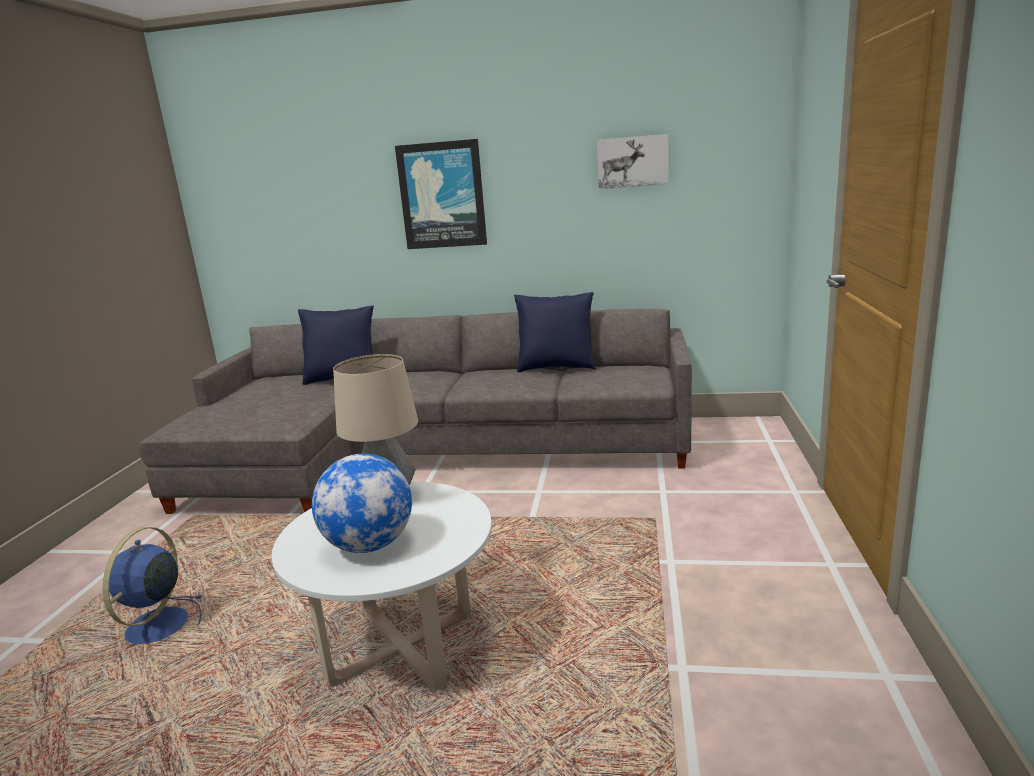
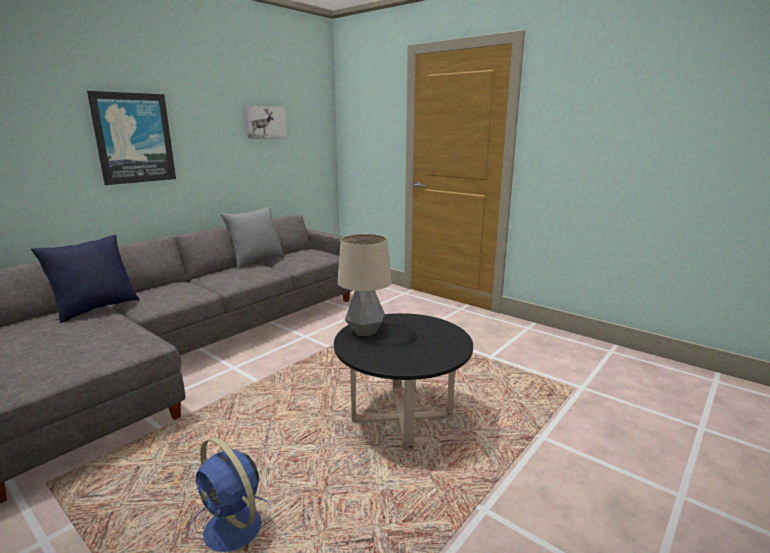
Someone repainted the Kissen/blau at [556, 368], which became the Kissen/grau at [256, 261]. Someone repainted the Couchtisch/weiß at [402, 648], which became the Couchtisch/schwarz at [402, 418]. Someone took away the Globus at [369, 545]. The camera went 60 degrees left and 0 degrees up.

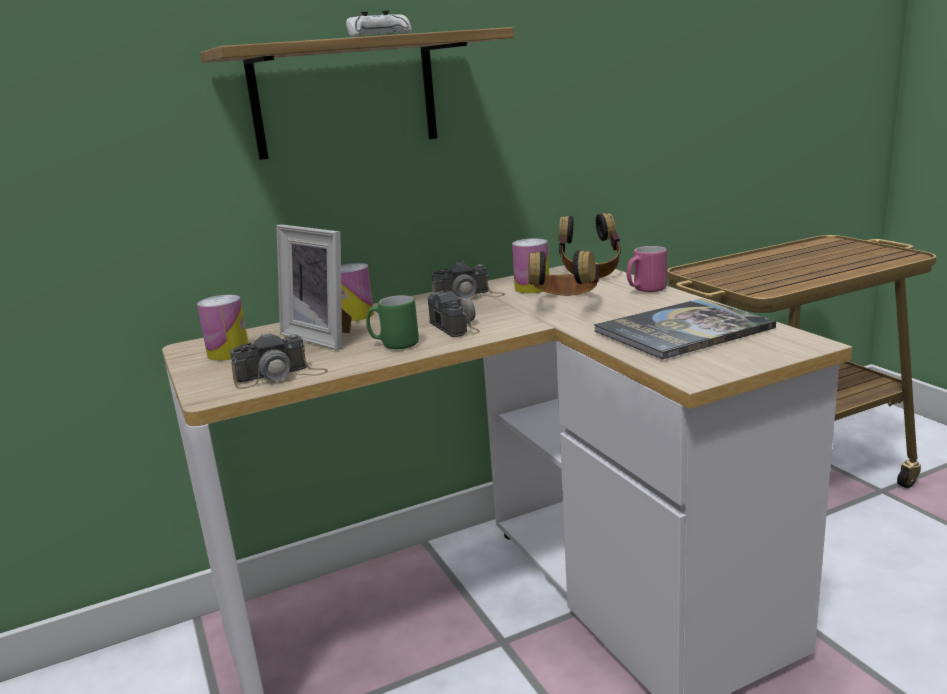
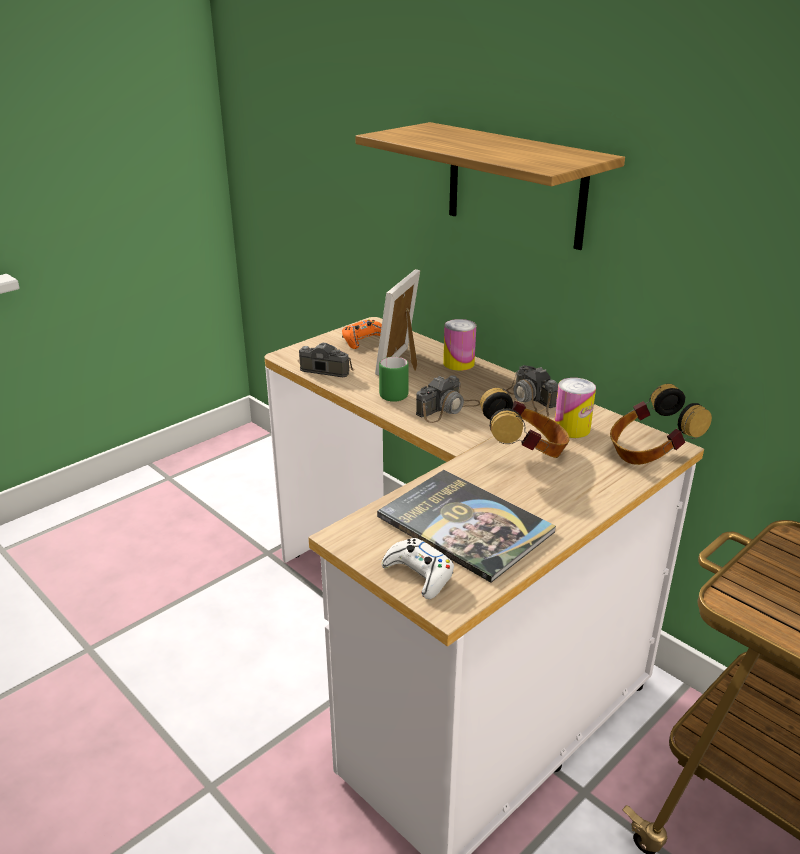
Someone rotated the Kamera at [280, 376] by 150 degrees clockwise. Someone swapped the Dose at [228, 353] for the Gamepad/orange at [363, 340]. Someone carried the Gamepad/weiß from [377, 37] to [419, 574]. Someone took away the Henkelbecher/rosa at [645, 290]. The camera went 70 degrees right and 10 degrees up.

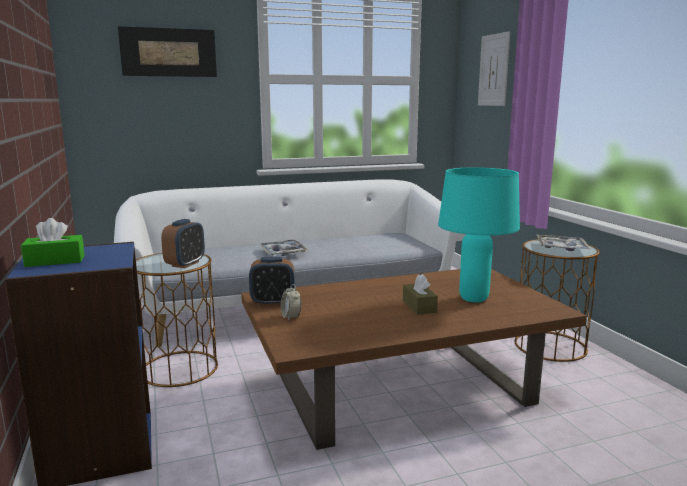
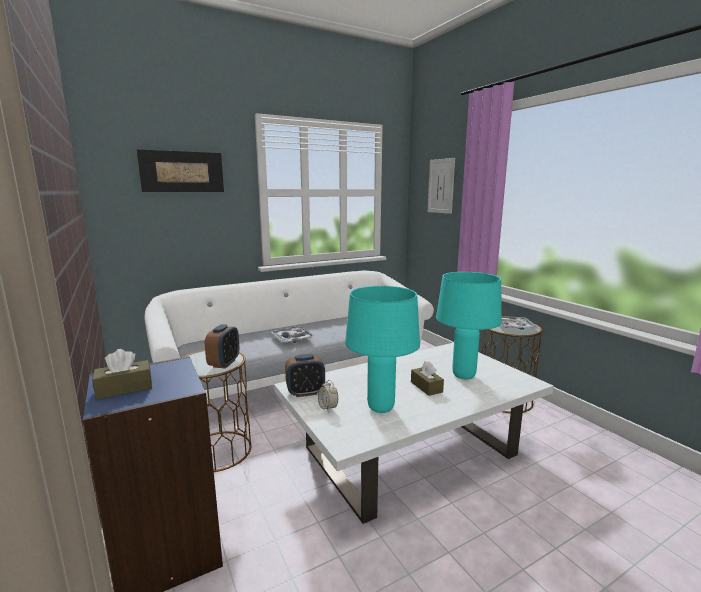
Someone repainted the Taschentuchbox/grün at [55, 261], which became the Taschentuchbox/braun at [124, 388]. Someone repainted the Couchtisch/braun at [403, 387], which became the Couchtisch/weiß at [410, 449]. Someone put down the Tischlampe/türkis at [380, 408]. The camera went 10 degrees left and 0 degrees up.

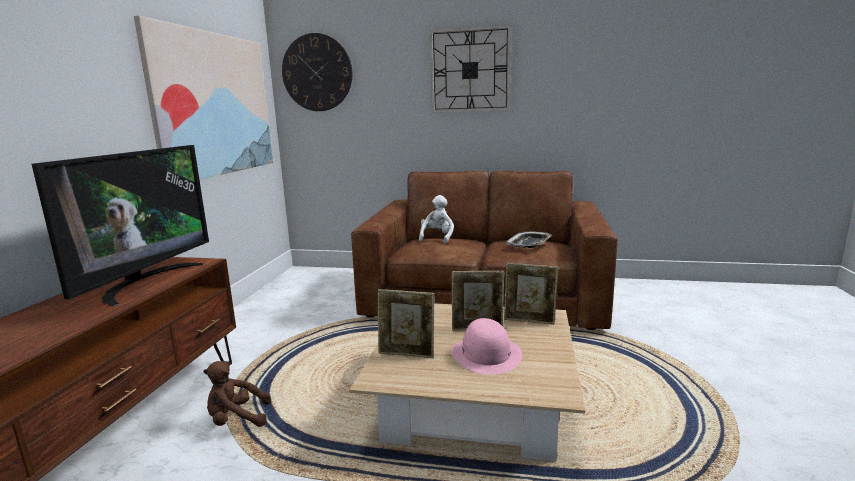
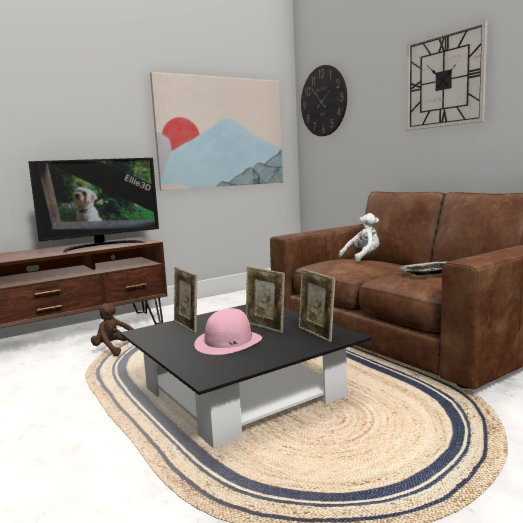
Someone repainted the Couchtisch/beige at [475, 400], which became the Couchtisch/schwarz at [244, 393]. The camera went 45 degrees right and 5 degrees down.

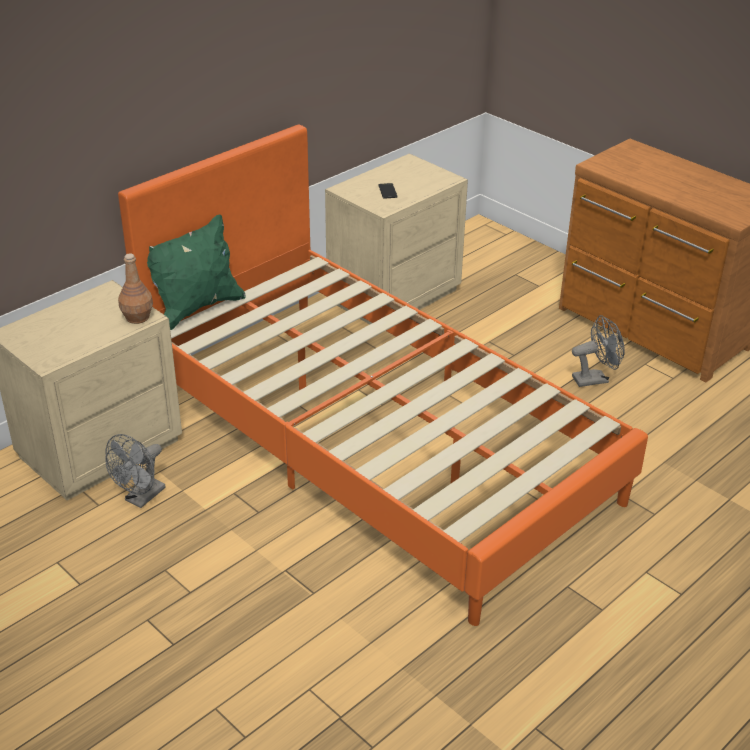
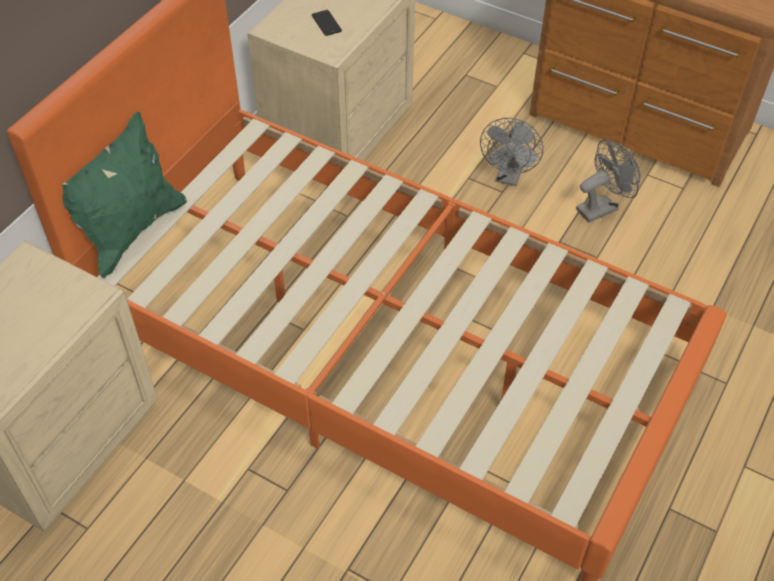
Someone carried the Ventilator/grau from [141, 498] to [509, 177]. Someone took away the Flasche/braun at [137, 317]. The camera went 15 degrees left and 15 degrees up.

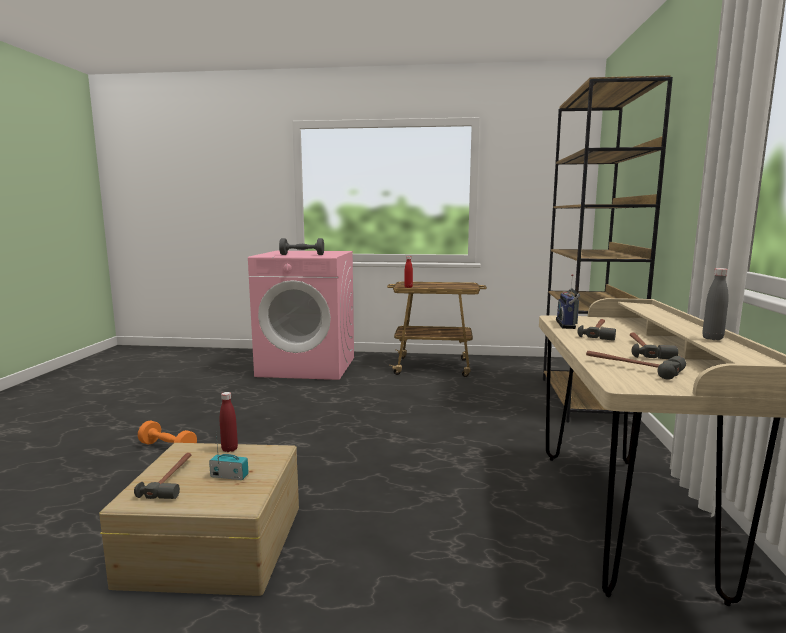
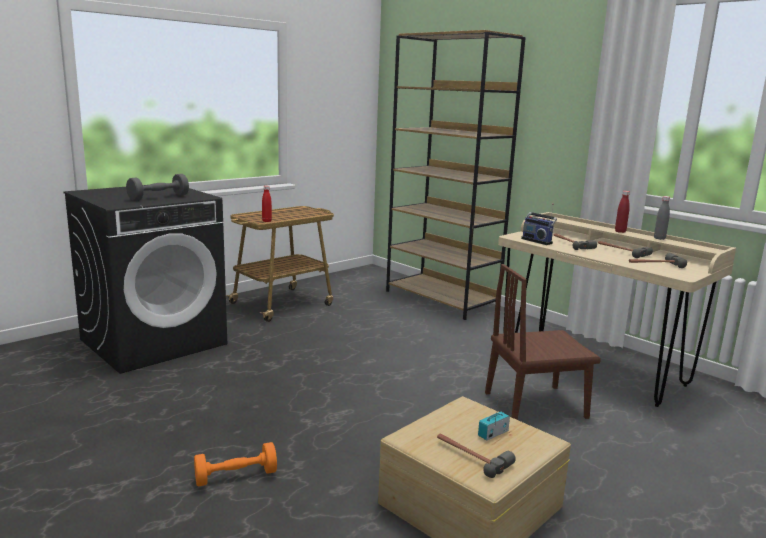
Someone repainted the Waschmaschine/rosa at [308, 366], which became the Waschmaschine/schwarz at [154, 341]. Someone put down the Stuhl/braun at [535, 405]. Someone carried the Flasche/rot from [229, 449] to [620, 231]. The camera went 50 degrees left and 5 degrees up.

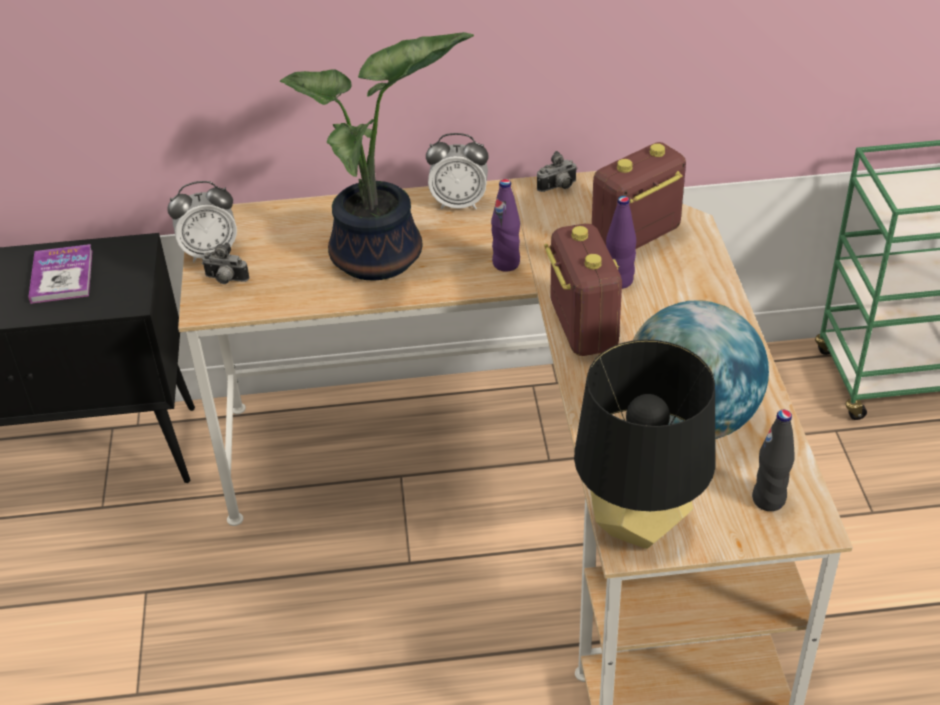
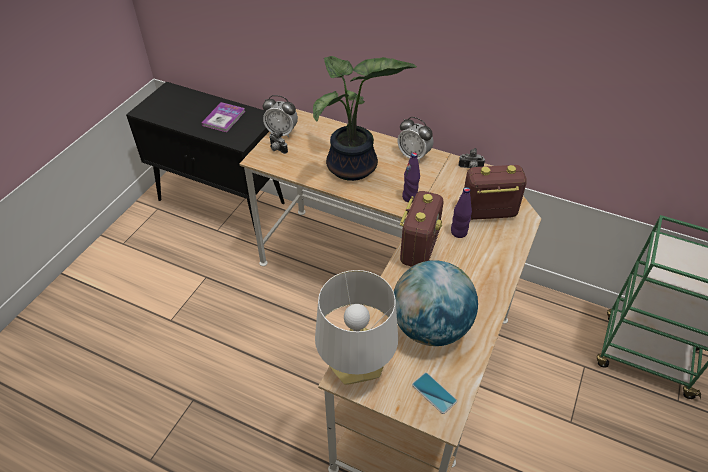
Someone repainted the Tischlampe/schwarz at [639, 525], which became the Tischlampe/weiß at [356, 369]. Someone swapped the Flasche/schwarz at [768, 499] for the Handy at [434, 393]. The camera went 30 degrees right and 5 degrees up.

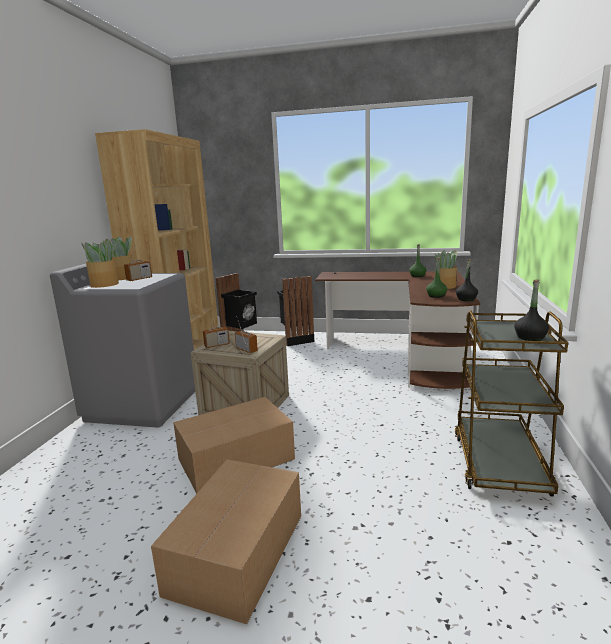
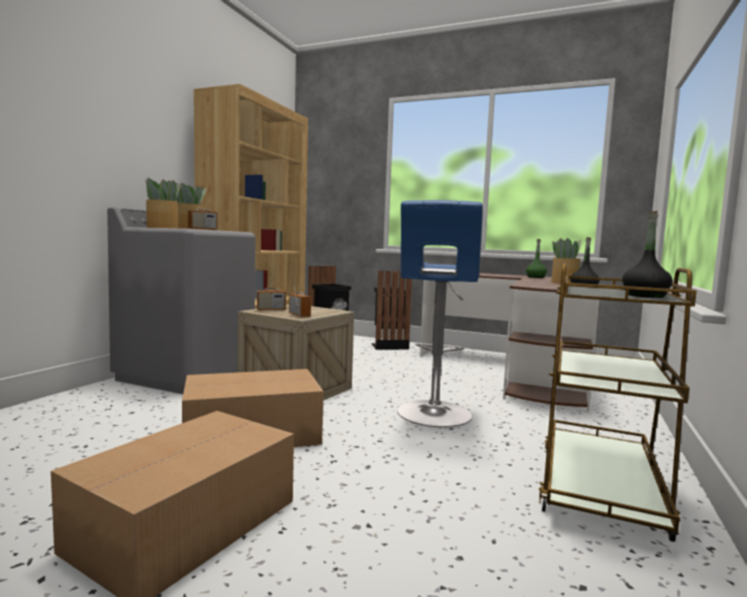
Someone put down the Hocker/blau at [433, 415]. Someone took away the Flasche/grün at [436, 296]. The camera went 10 degrees right and 10 degrees down.

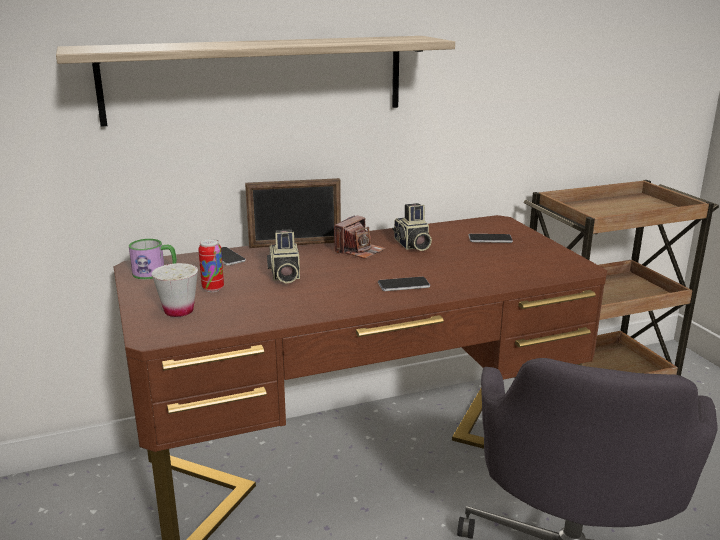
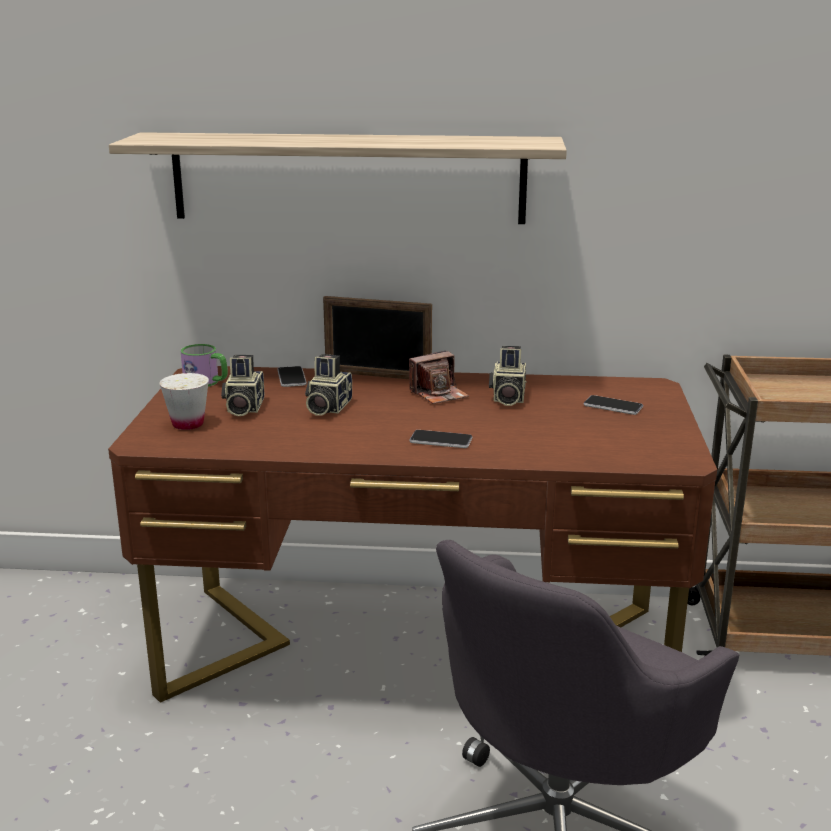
Someone swapped the Dose at [213, 288] for the Kamera at [243, 408]. The camera went 25 degrees right and 0 degrees up.

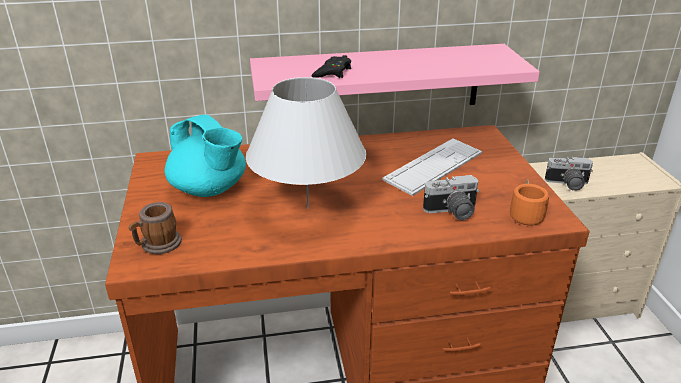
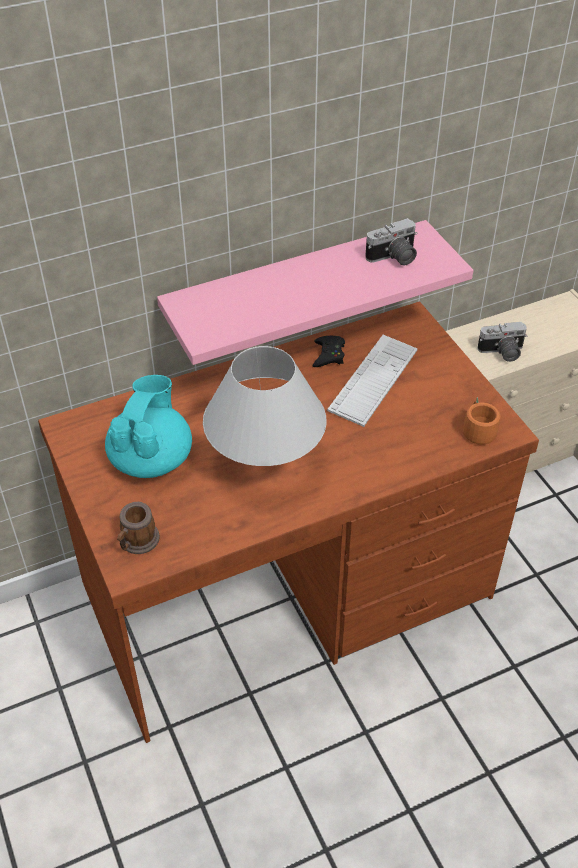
Someone rotated the Teekanne/türkis at [209, 189] by 105 degrees counterclockwise. Someone carried the Gamepad/schwarz from [332, 72] to [328, 355]. Someone carried the Kamera from [452, 212] to [394, 258]. The camera went 15 degrees left and 15 degrees up.

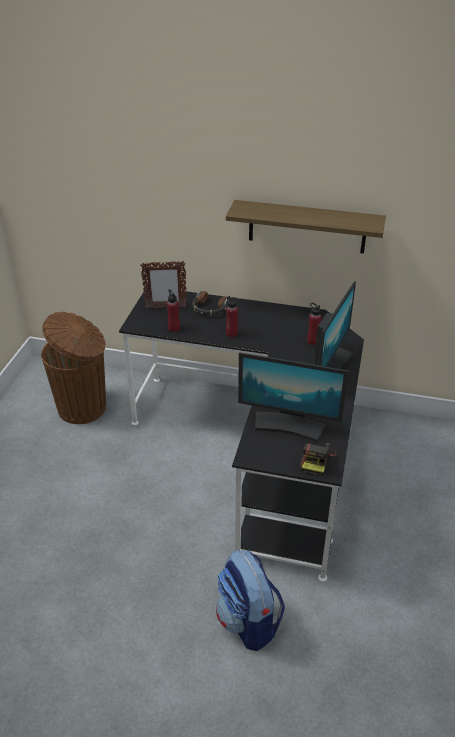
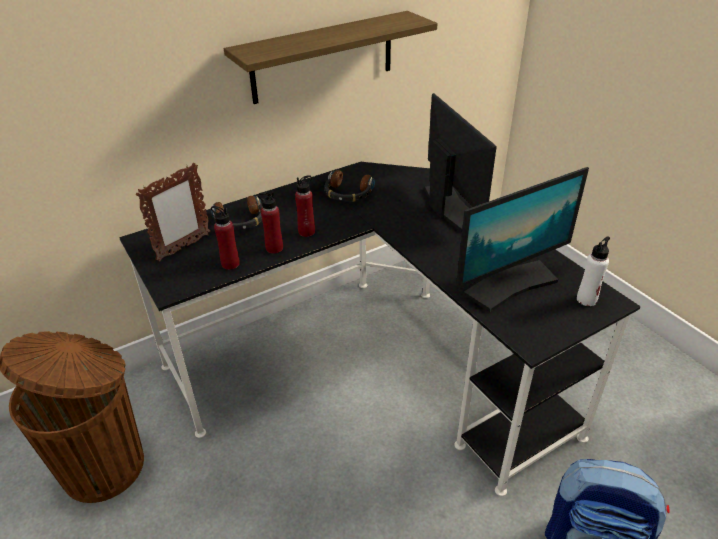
Someone carried the Flasche/rot from [312, 341] to [274, 248]. Someone put down the Kopfhörer at [348, 193]. Someone swapped the Kamera at [316, 460] for the Flasche/weiß at [586, 299]. The camera went 45 degrees left and 0 degrees up.

